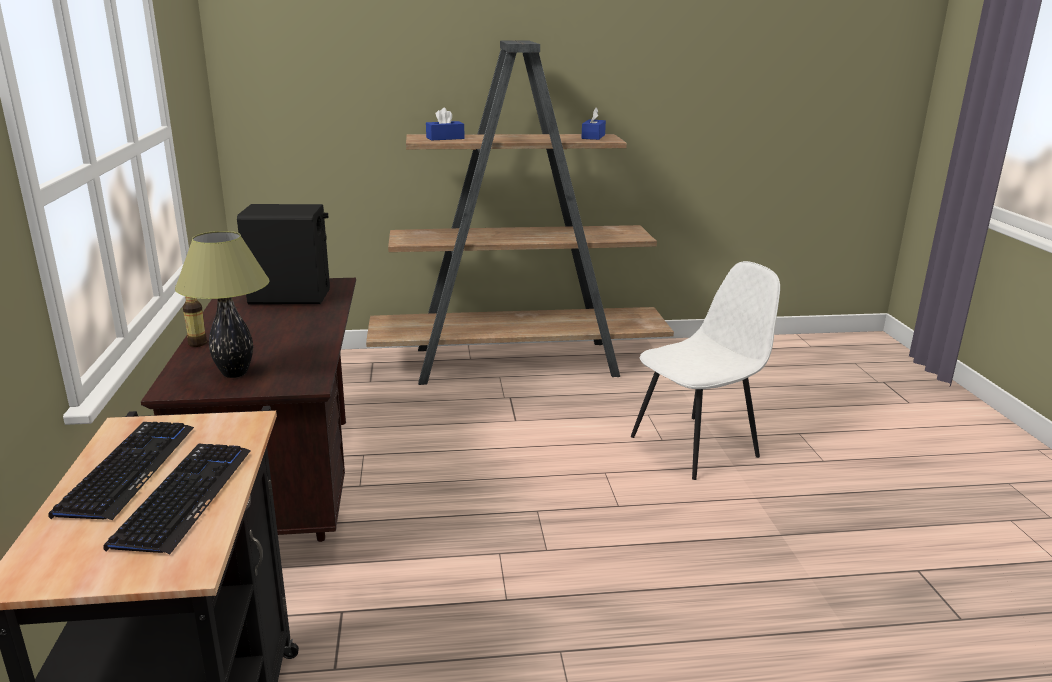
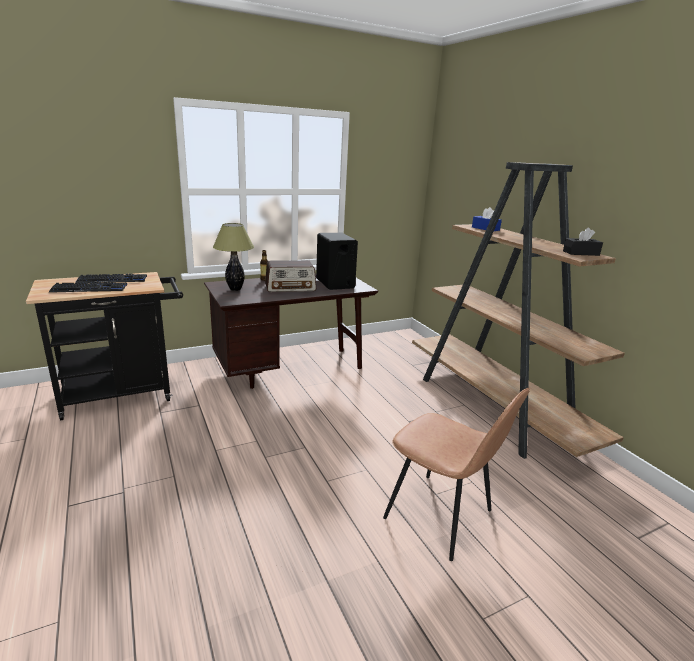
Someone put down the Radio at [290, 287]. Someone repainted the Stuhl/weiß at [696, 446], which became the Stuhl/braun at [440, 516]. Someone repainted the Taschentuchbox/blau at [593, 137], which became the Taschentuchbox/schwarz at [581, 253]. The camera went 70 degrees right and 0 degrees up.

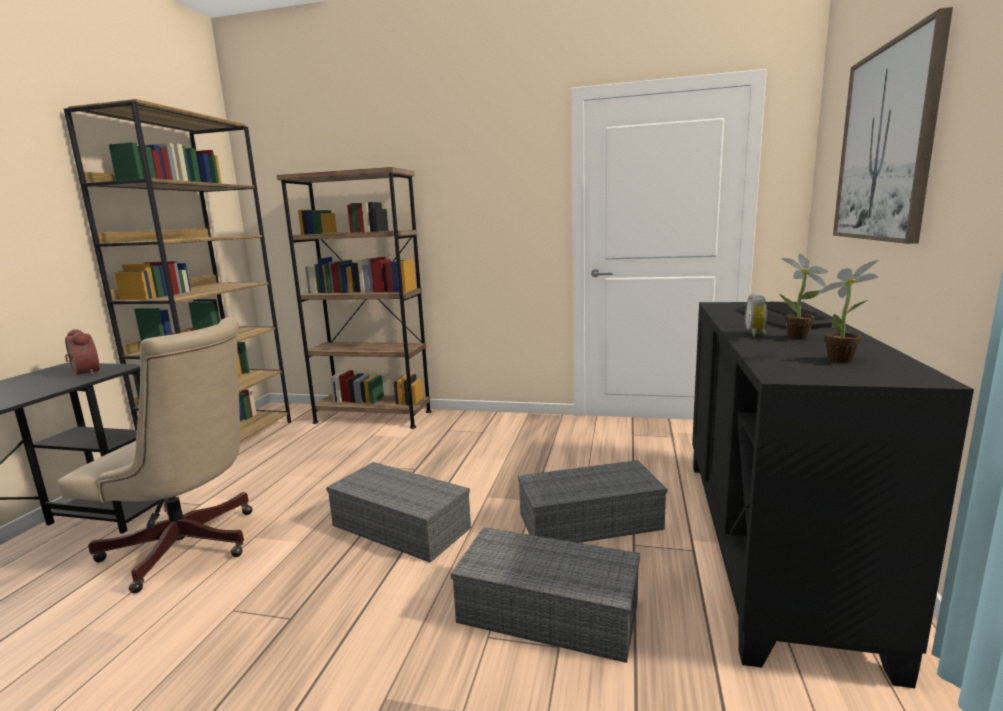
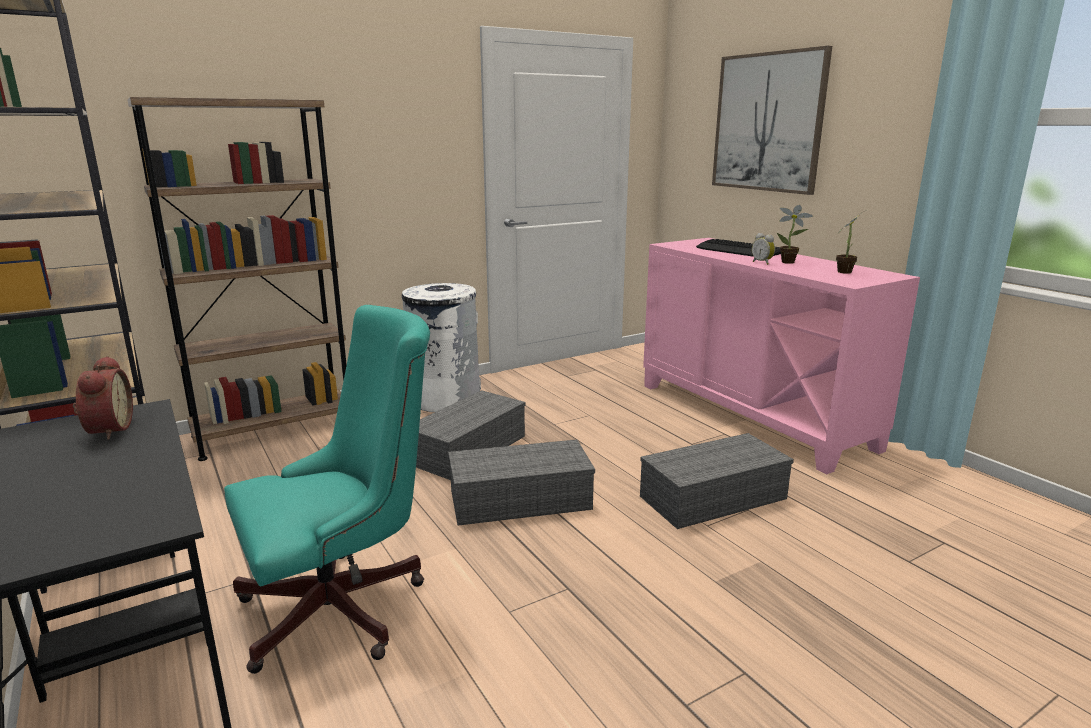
Someone rotated the Wecker at [83, 373] by 75 degrees clockwise. Someone repainted the Bürostuhl/beige at [189, 548], which became the Bürostuhl/türkis at [345, 607]. Someone put down the Mülleimer/weiß at [445, 399]. Someone carried the Aufbewahrungsbox/grau from [591, 520] to [468, 448]. Someone repainted the Schrank/schwarz at [771, 544], which became the Schrank/rosa at [752, 415]. The camera went 45 degrees left and 5 degrees up.

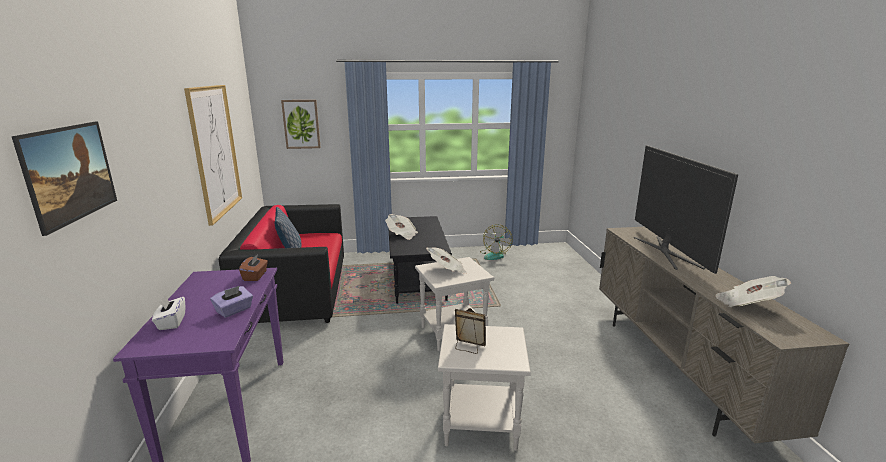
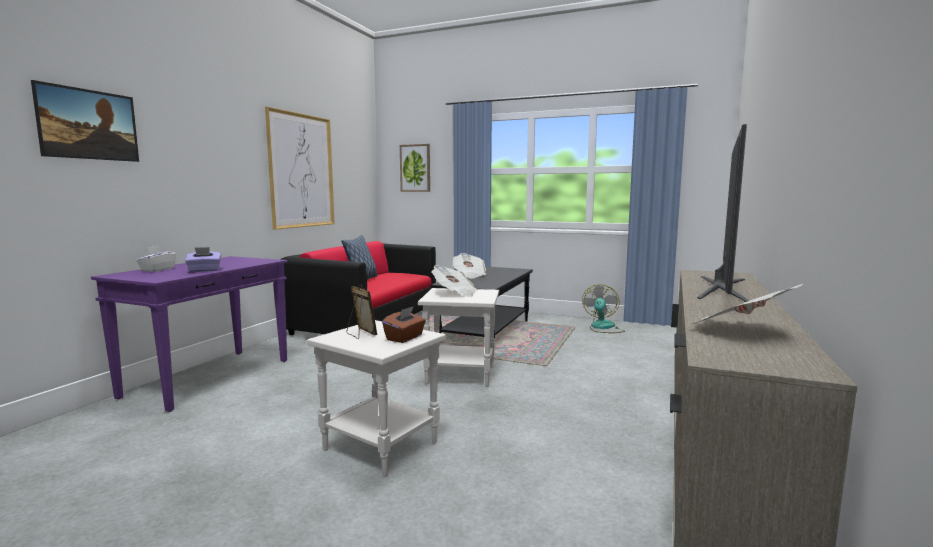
Someone carried the Taschentuchbox/braun from [255, 276] to [405, 338]. Someone rotated the Ventilator at [495, 255] by 150 degrees clockwise. The camera went 30 degrees right and 10 degrees down.

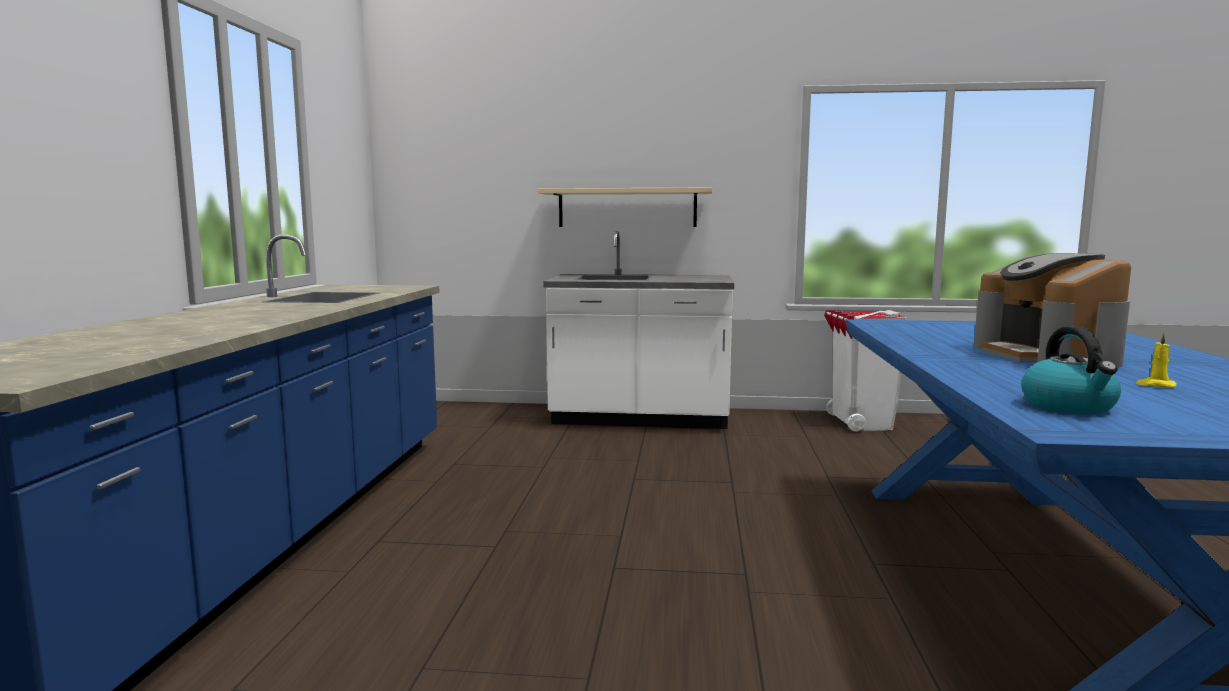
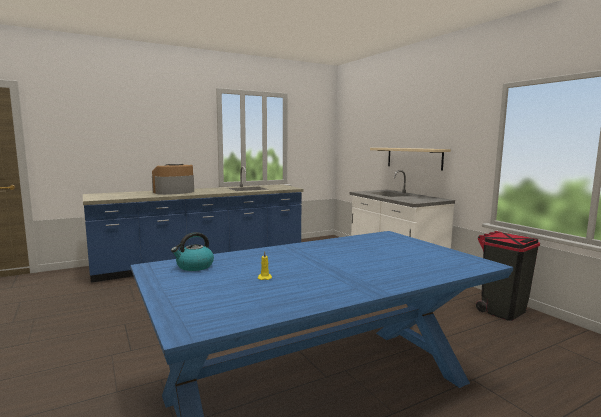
Someone carried the Kaffeemaschine from [1047, 356] to [174, 192]. Someone repainted the Mülleimer/weiß at [860, 423], which became the Mülleimer/schwarz at [502, 310]. The camera went 55 degrees right and 0 degrees up.

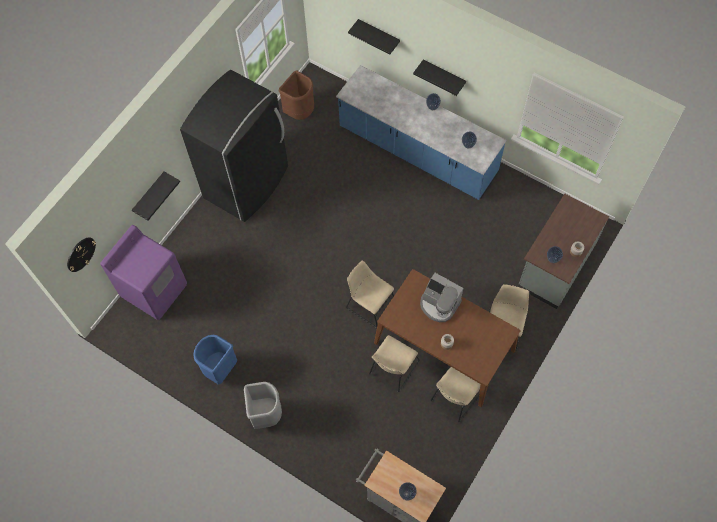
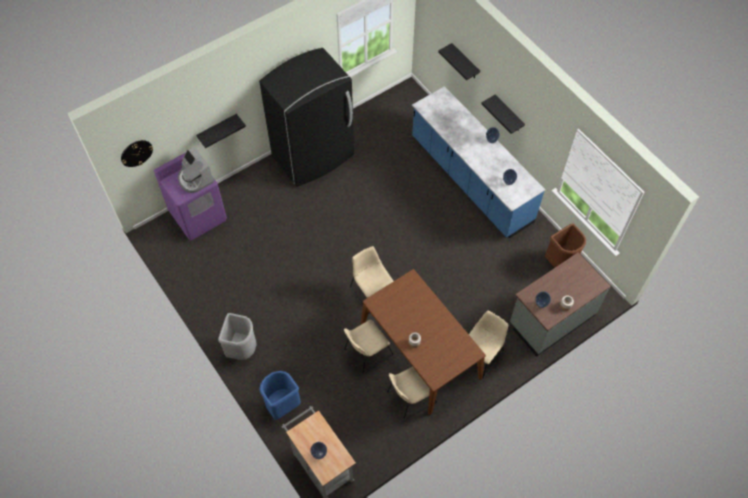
Someone carried the Kaffeemaschine from [439, 304] to [195, 179]. Someone carried the Mülleimer/blau from [219, 369] to [282, 405]. Someone carried the Mülleimer/braun from [300, 112] to [560, 262]. The camera went 20 degrees right and 5 degrees down.

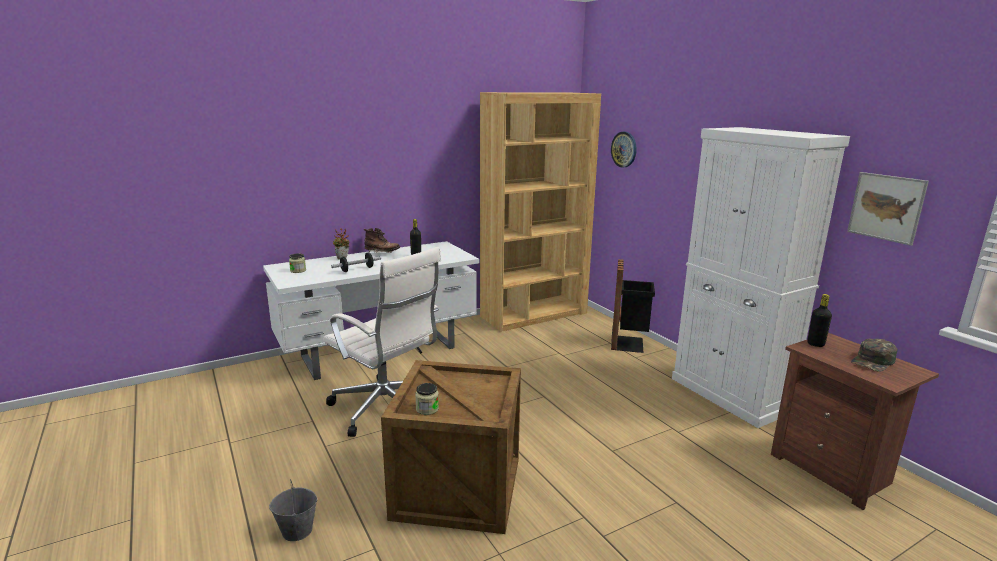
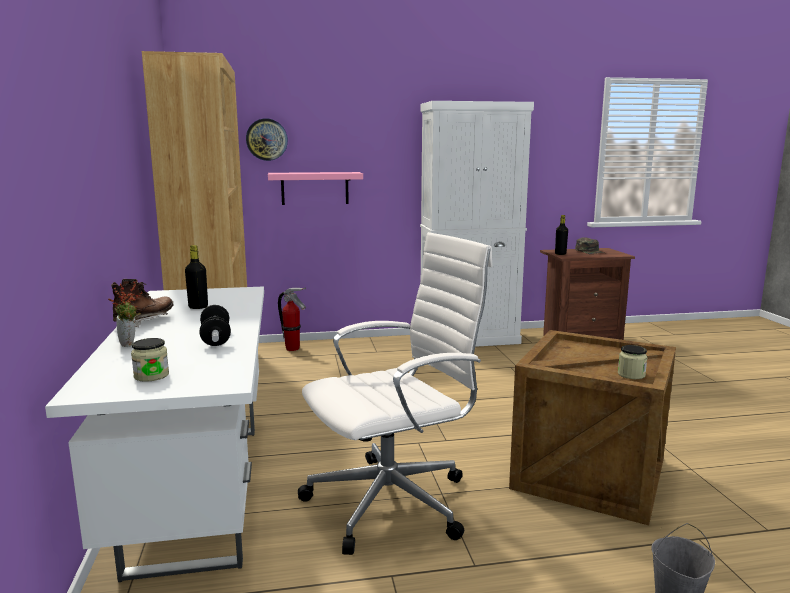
Someone put up the Wandregal/rosa at [315, 188]. Someone put down the Feuerlöscher at [293, 349]. Someone took away the Mülleimer/schwarz at [629, 343]. Someone took away the Bild at [886, 207]. The camera went 70 degrees left and 5 degrees down.

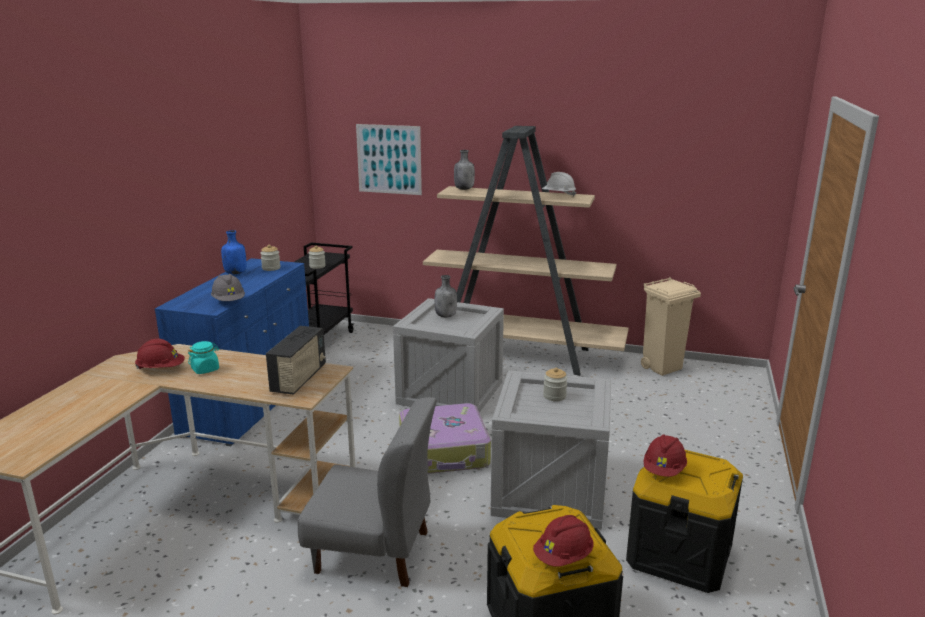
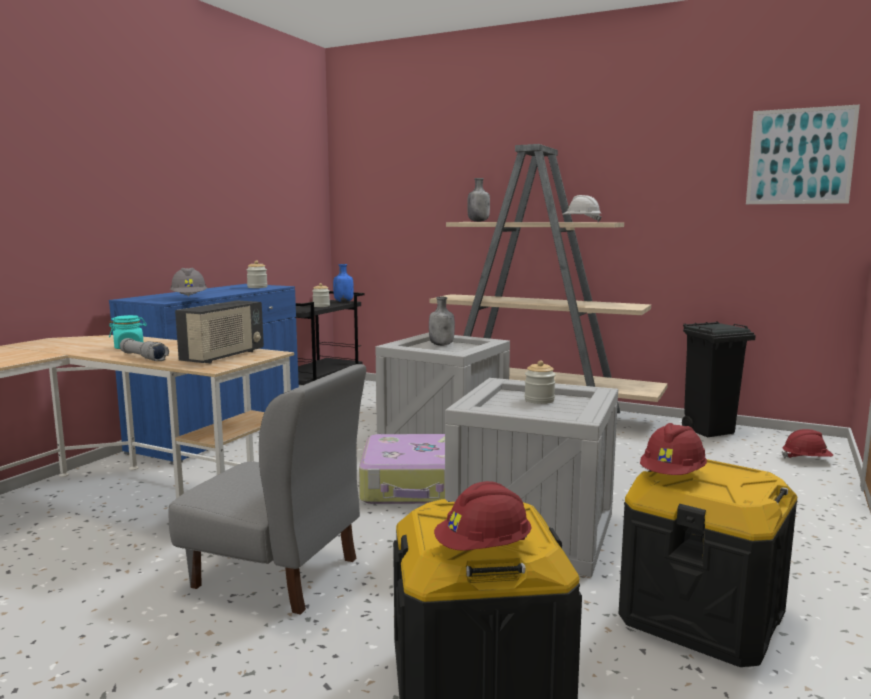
Someone put down the Taschenlampe/grau at [143, 357]. Someone carried the Flasche/blau from [236, 273] to [344, 302]. Someone repainted the Mülleimer/beige at [662, 368], which became the Mülleimer/schwarz at [709, 431]. Someone carried the Bild from [389, 159] to [800, 156]. Someone carried the Schutzhelm/rot from [161, 369] to [806, 459]. The camera went 10 degrees right and 10 degrees down.

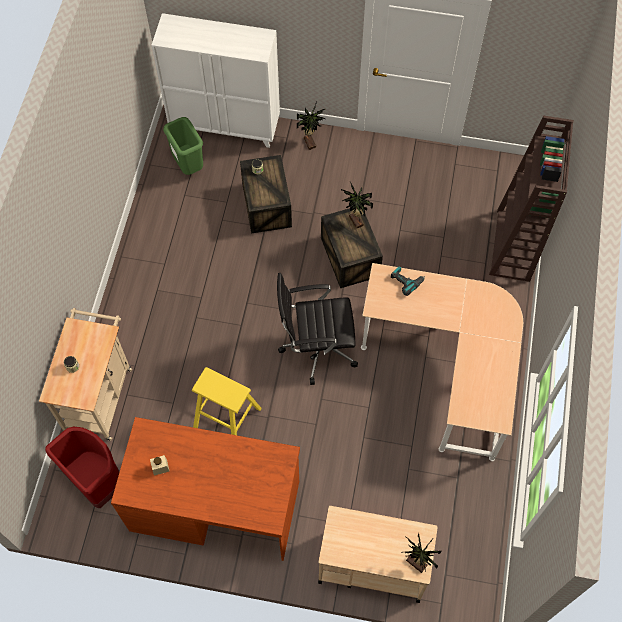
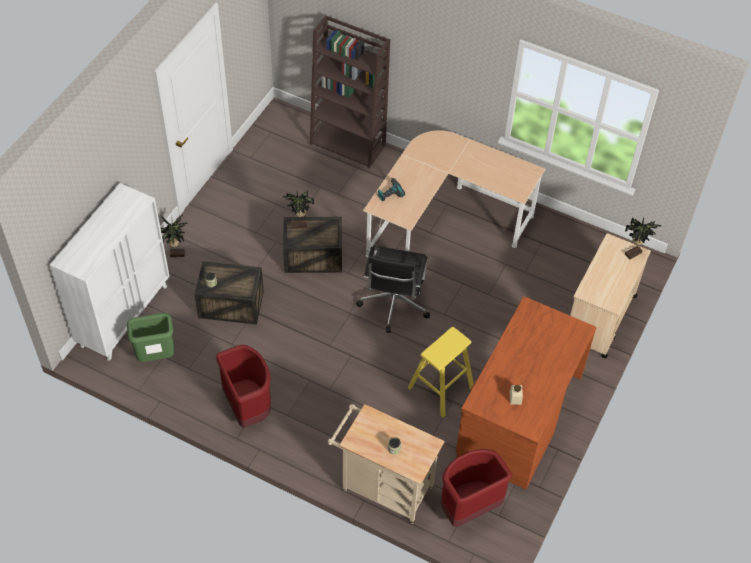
Someone put down the Mülleimer/rot at [248, 407]. The camera went 75 degrees left and 10 degrees down.

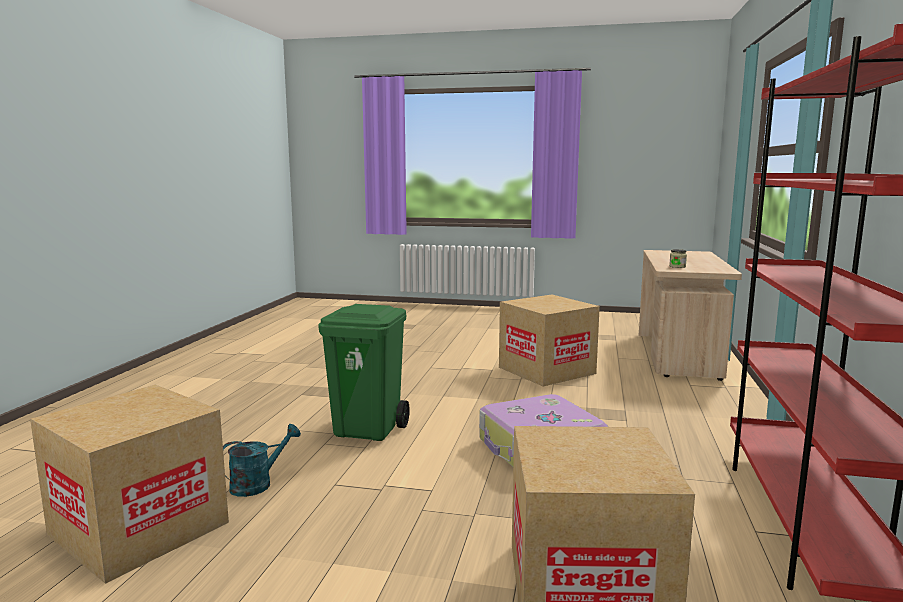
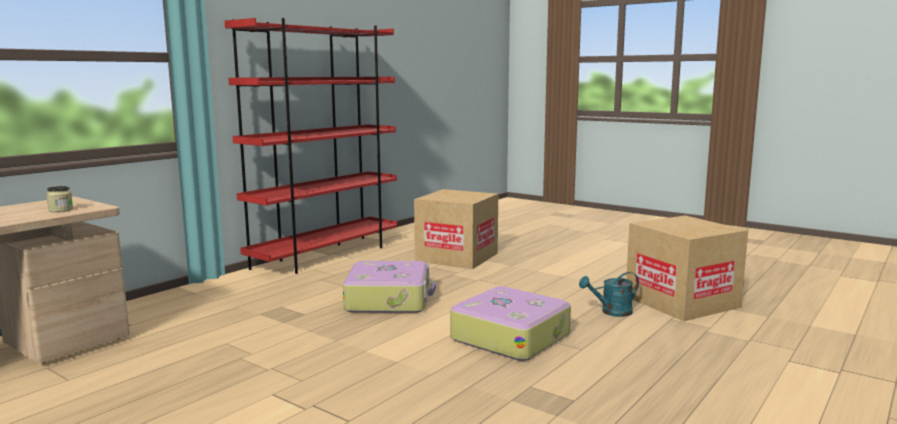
Someone swapped the Mülleimer/grün at [368, 430] for the Koffer at [510, 336]. Someone took away the Karton at [546, 370]. The camera went 155 degrees left and 0 degrees up.

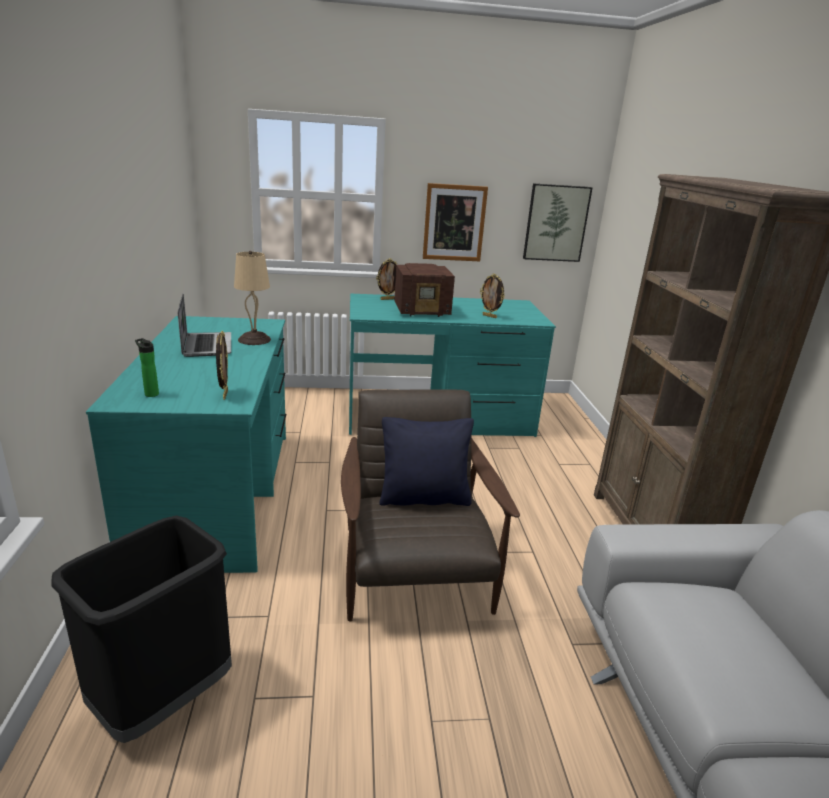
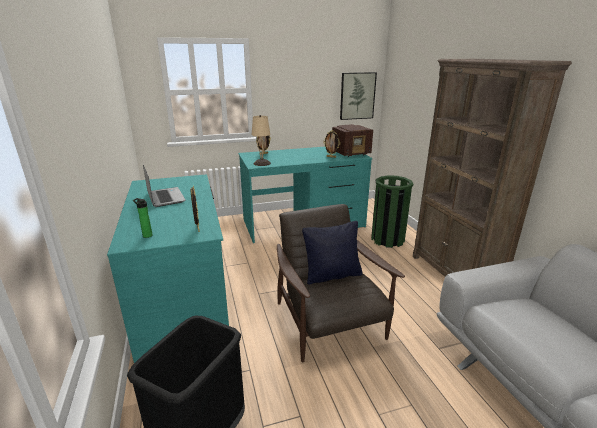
Someone carried the Tischlampe/beige from [255, 340] to [262, 163]. Someone carried the Radio from [423, 311] to [351, 153]. Someone put down the Mülleimer/grün at [387, 239]. Someone took away the Bild at [454, 223]. The camera went 10 degrees left and 0 degrees up.

